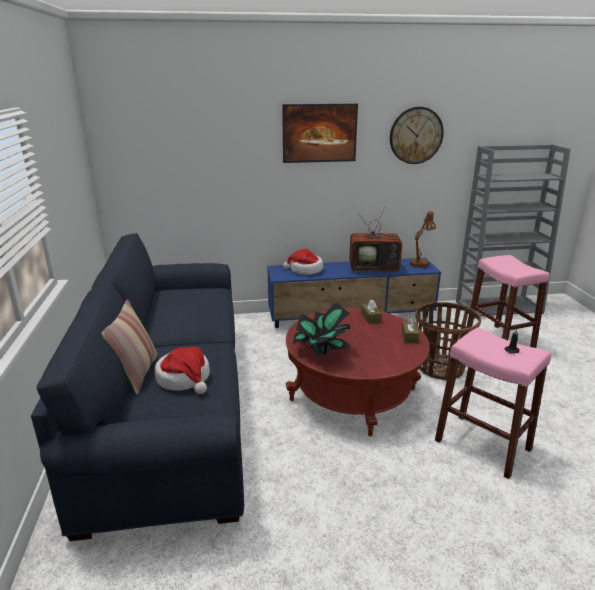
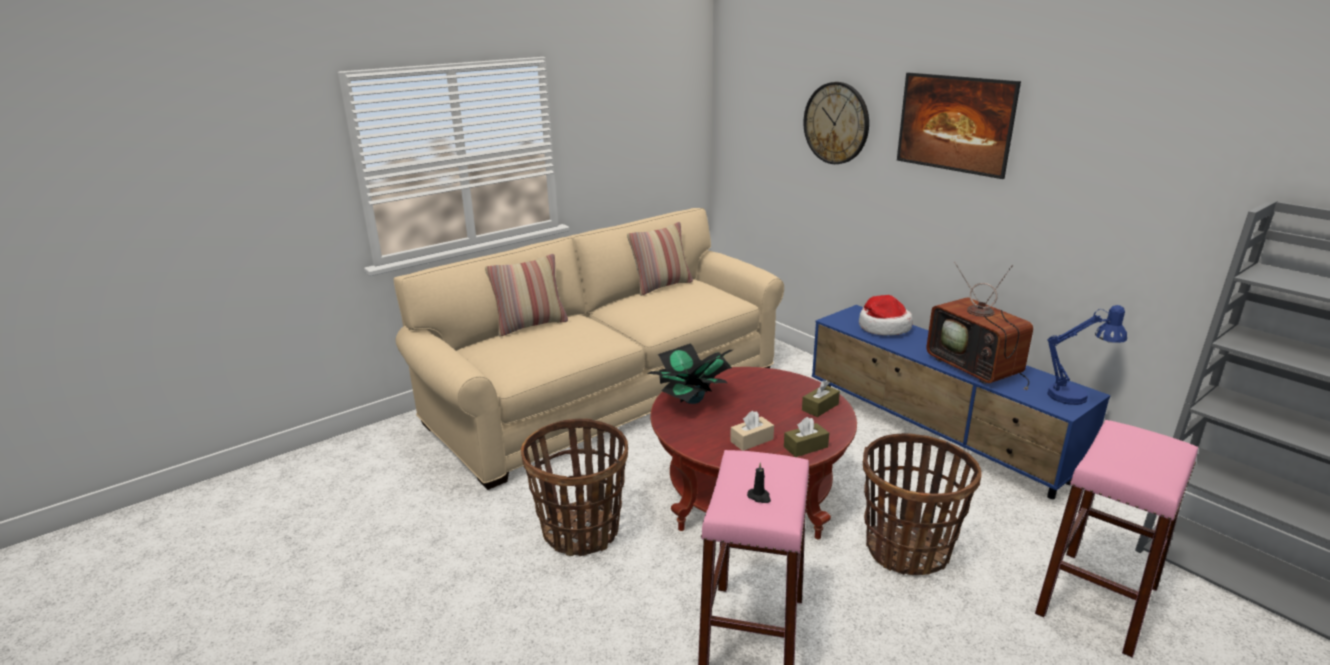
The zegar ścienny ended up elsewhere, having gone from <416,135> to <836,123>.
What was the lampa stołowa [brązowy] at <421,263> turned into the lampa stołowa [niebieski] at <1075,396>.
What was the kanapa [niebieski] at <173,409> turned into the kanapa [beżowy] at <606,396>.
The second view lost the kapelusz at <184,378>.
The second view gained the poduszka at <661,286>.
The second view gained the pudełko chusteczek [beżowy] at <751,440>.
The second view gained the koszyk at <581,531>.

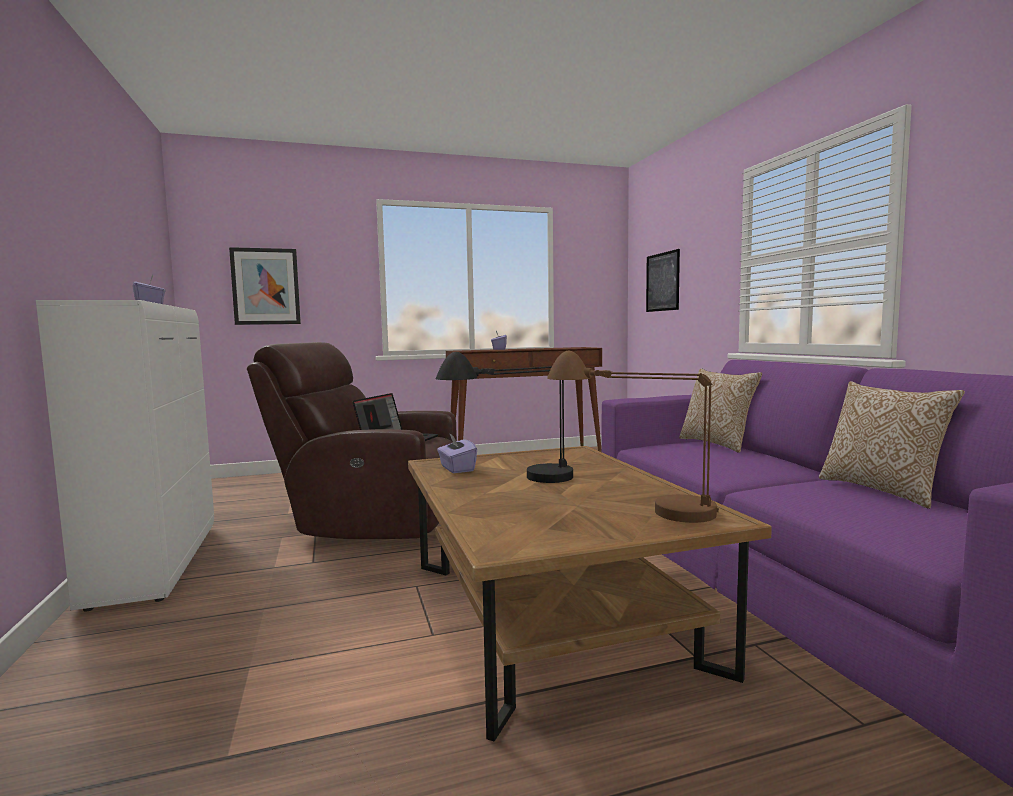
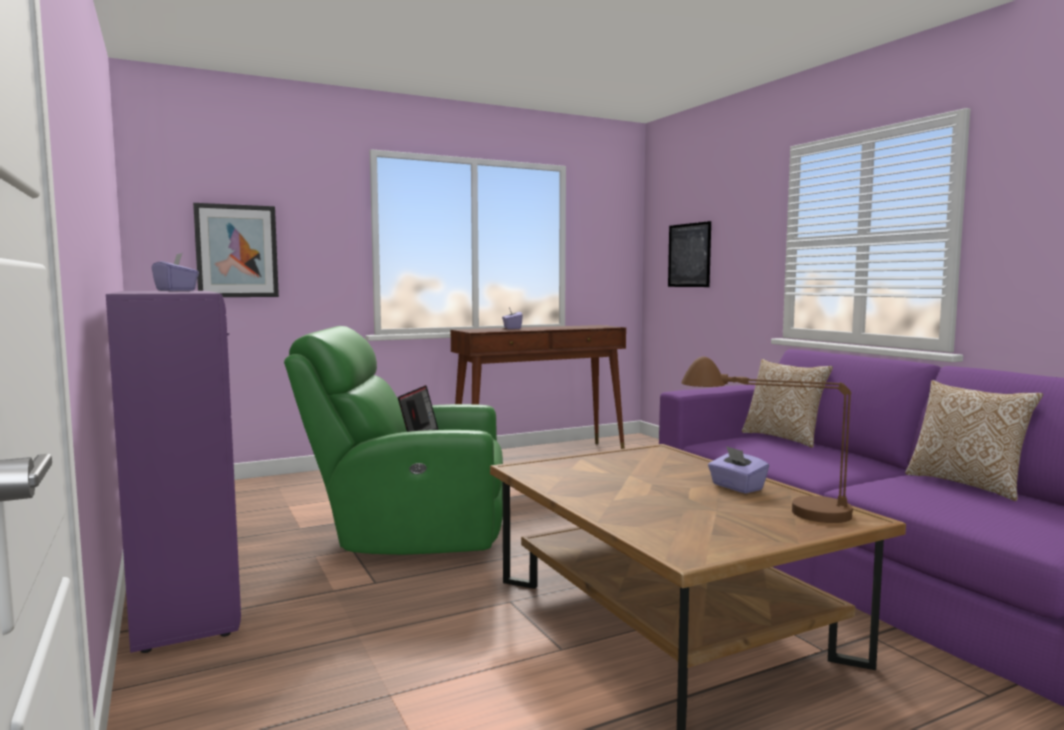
What was the szafka [biały] at <156,564> turned into the szafka [fioletowy] at <184,594>.
What was the fotel [brązowy] at <370,522> turned into the fotel [zielony] at <408,534>.
The second view lost the lampa stołowa [czarny] at <513,483>.
The pudełko chusteczek [fioletowy] ended up elsewhere, having gone from <456,469> to <736,487>.

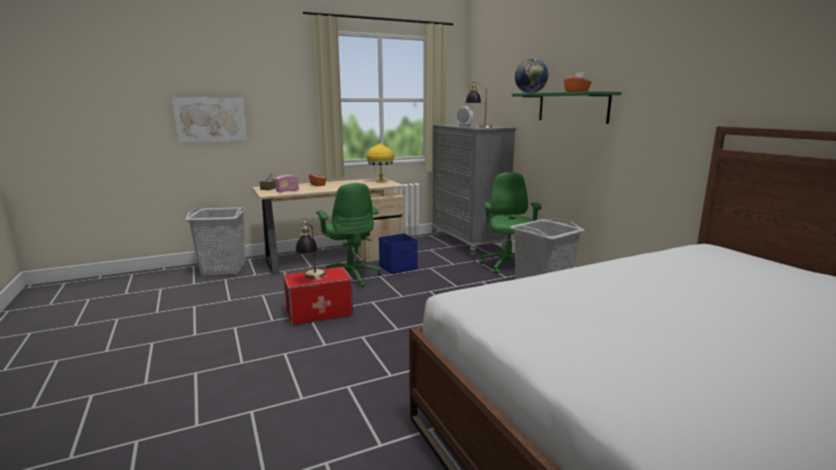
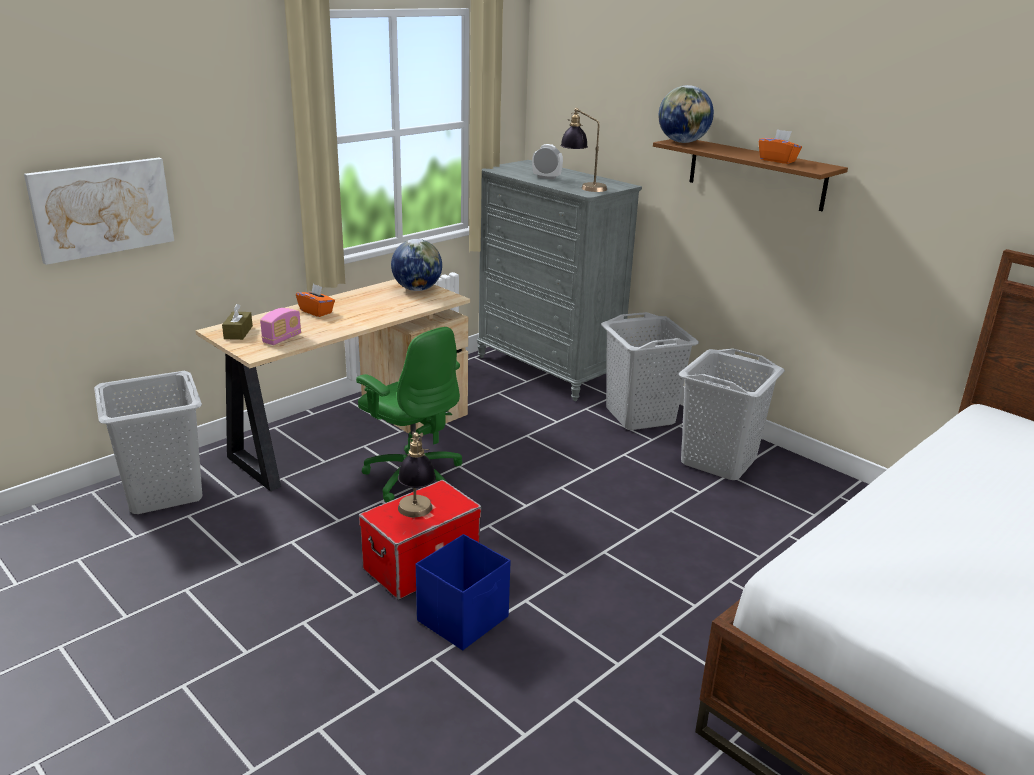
What was the półka [zielony] at <572,107> turned into the półka [brązowy] at <756,173>.
Where the lampa stołowa [żółty] stood at <380,181>, the globus came to stand at <417,289>.
Where the krzesło biurowe [zielony] stood at <507,266>, the kosz na pranie [szary] came to stand at <640,415>.
The pojemnik do przechowywania [niebieski] ended up elsewhere, having gone from <398,267> to <464,618>.

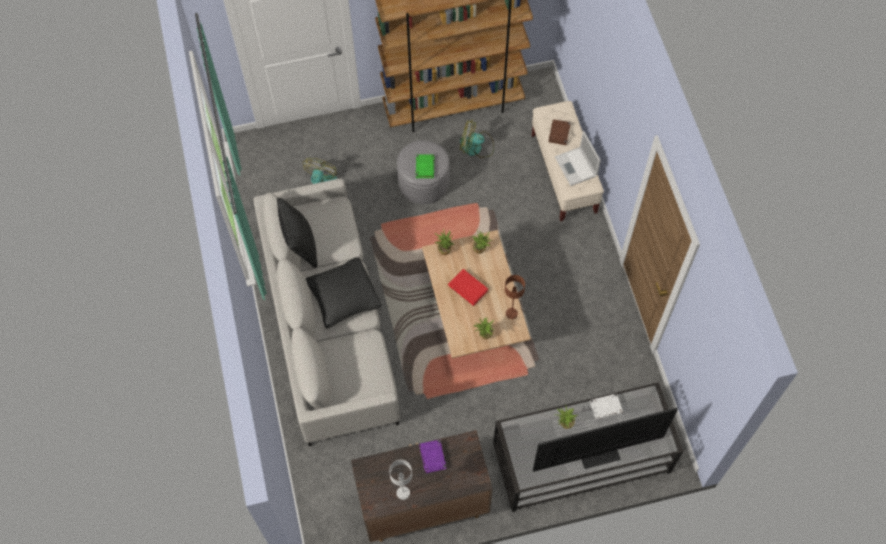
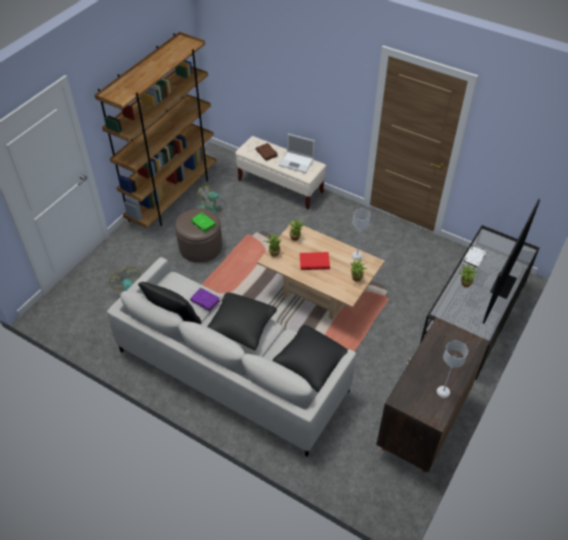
What was the pufa [szary] at <423,182> turned into the pufa [brązowy] at <200,246>.
What was the lampa stołowa [brązowy] at <511,313> turned into the lampa stołowa [szary] at <356,256>.
The książka [fioletowy] ended up elsewhere, having gone from <433,457> to <205,301>.
The second view gained the poduszka [czarny] at <311,363>.

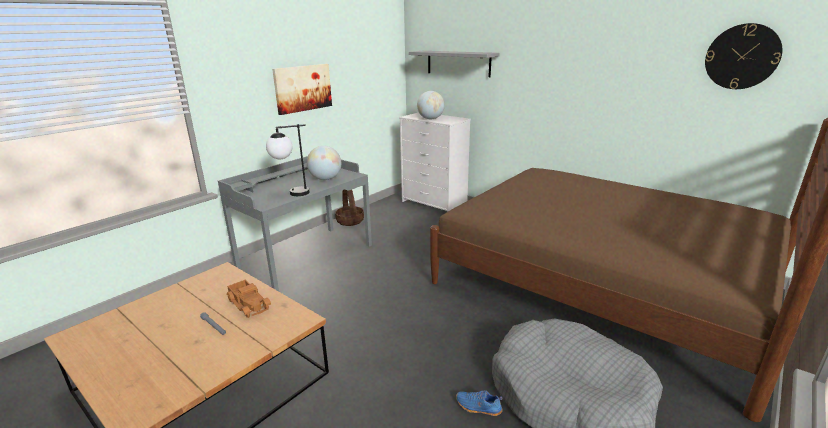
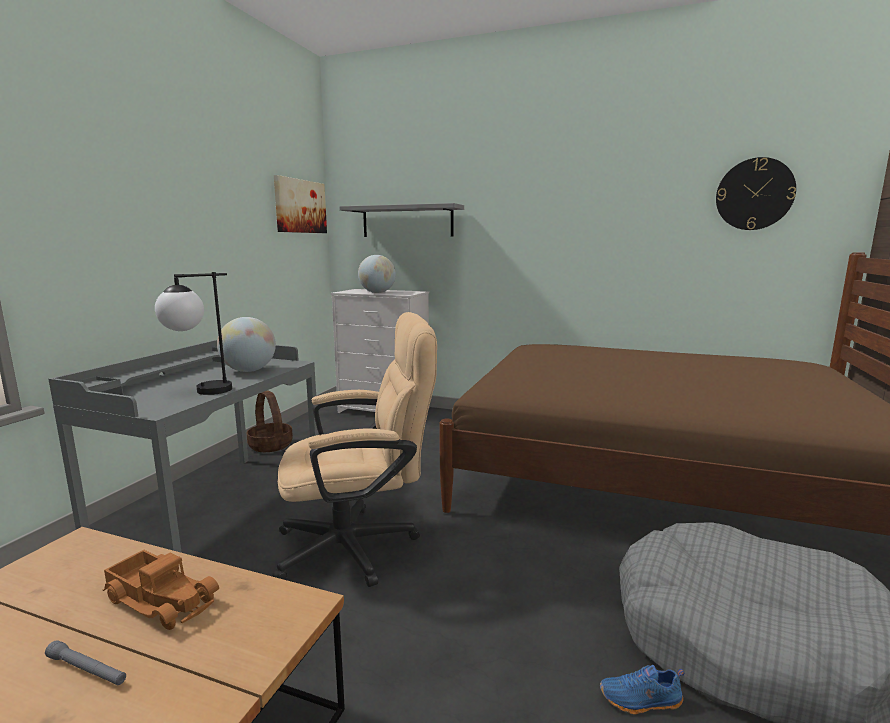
The obraz ended up elsewhere, having gone from <302,88> to <300,206>.
The second view gained the krzesło biurowe [beżowy] at <360,545>.

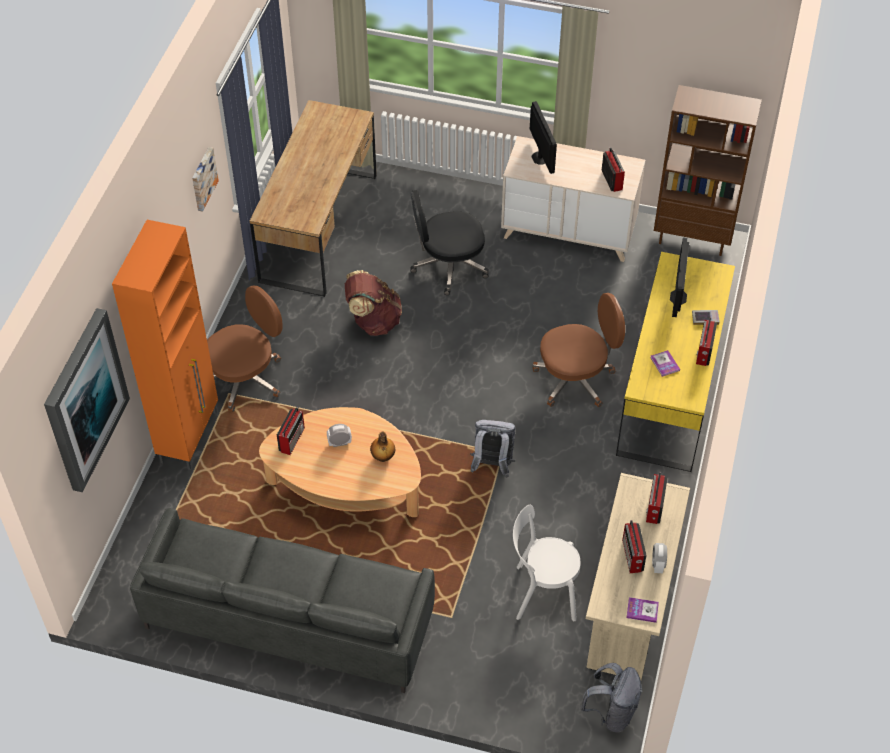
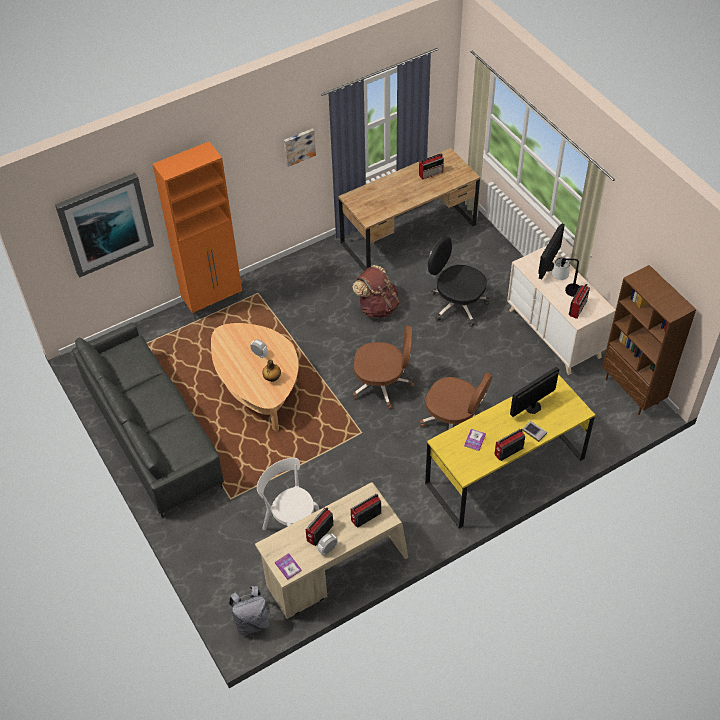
The krzesło biurowe [brązowy] ended up elsewhere, having gone from <246,378> to <382,385>.
The radio ended up elsewhere, having gone from <292,439> to <431,173>.
The second view lost the plecak [szary] at <492,465>.
The second view gained the lampa stołowa at <565,291>.

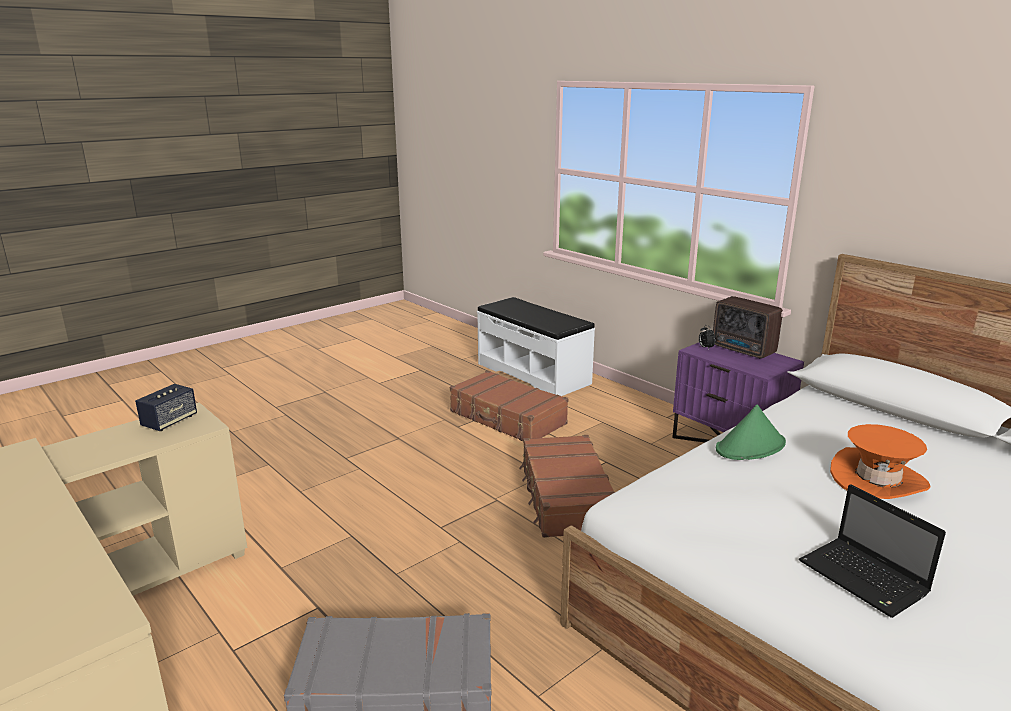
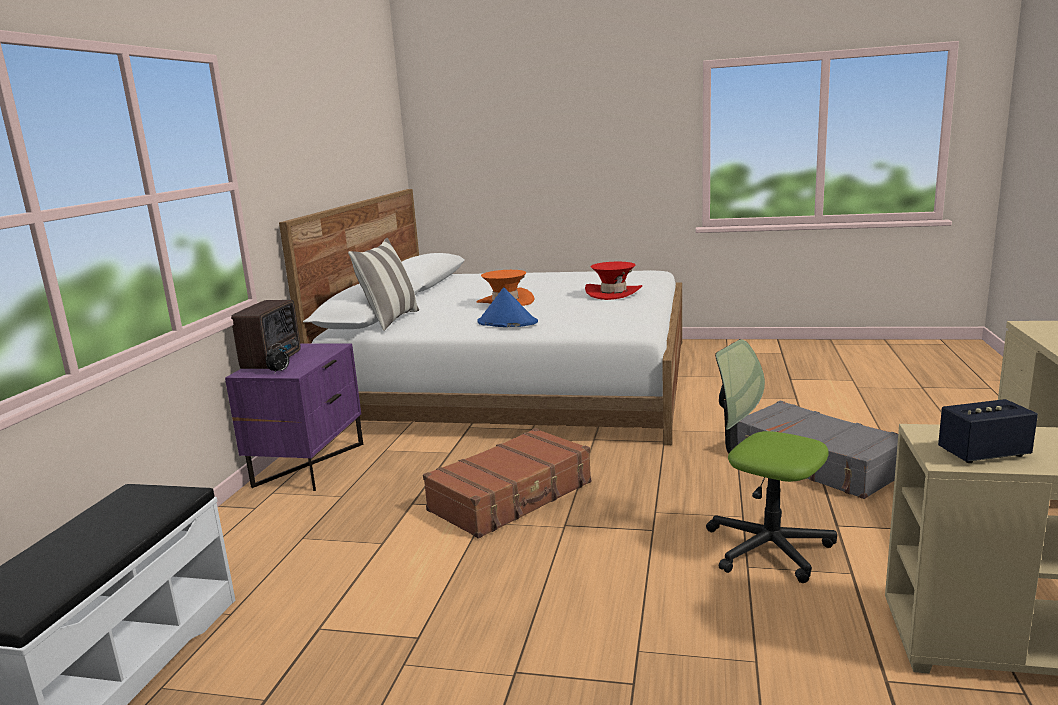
The second view lost the walizka [brązowy] at <507,418>.
What was the kapelusz [zielony] at <750,446> turned into the kapelusz [niebieski] at <507,322>.
Where the laptop stood at <865,579>, the kapelusz [czerwony] came to stand at <613,293>.
The second view gained the poduszka at <390,320>.
The second view gained the krzesło biurowe at <767,547>.

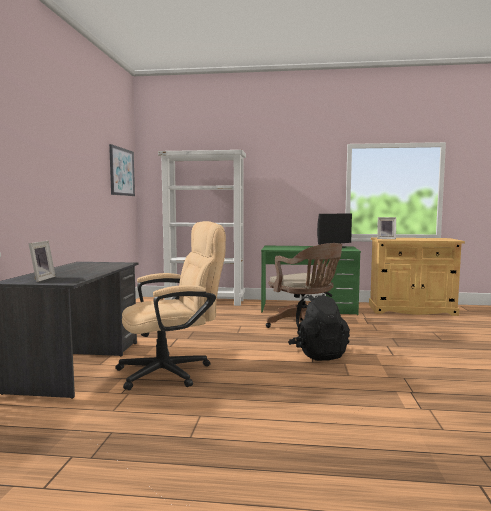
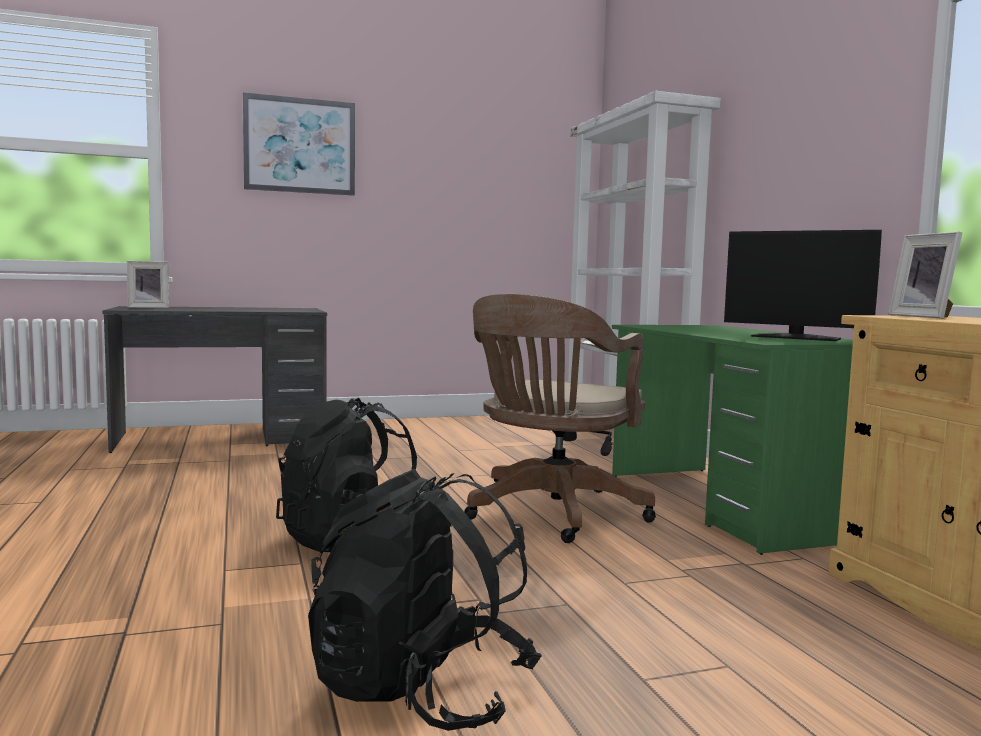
The obraz ended up elsewhere, having gone from <121,172> to <300,145>.
The second view lost the krzesło biurowe [beżowy] at <173,371>.
The second view gained the plecak [czarny] at <420,690>.

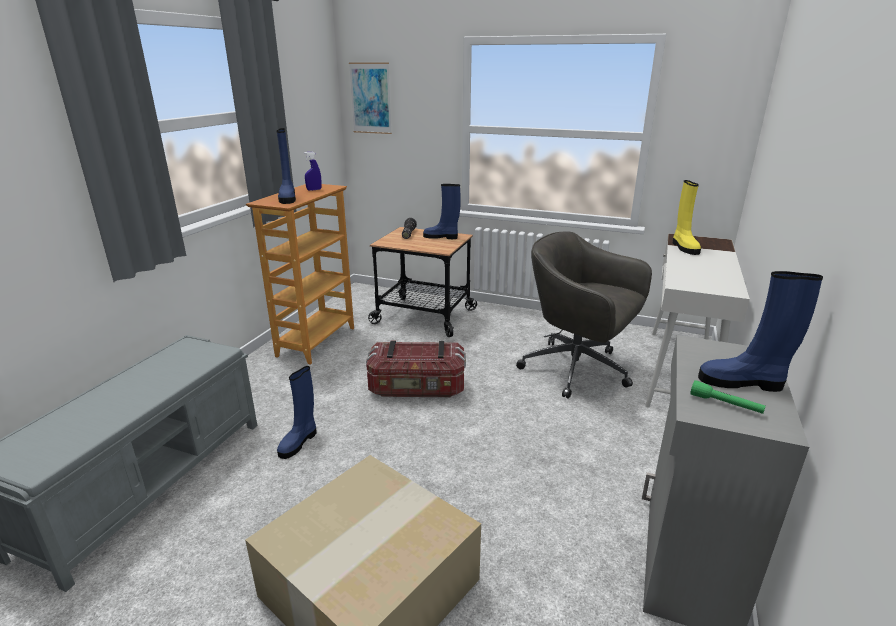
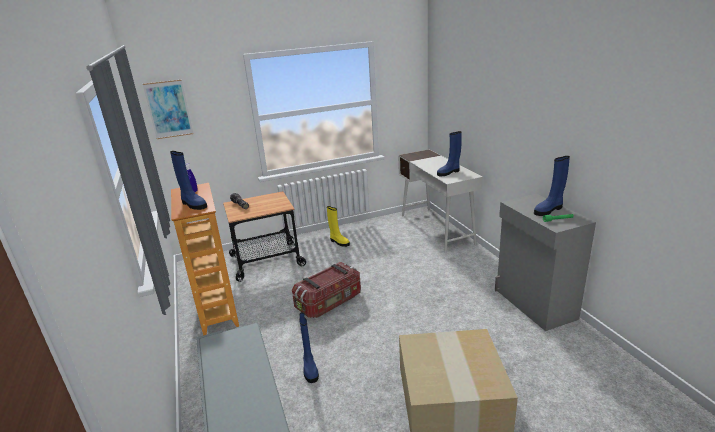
The but z cholewką [żółty] ended up elsewhere, having gone from <684,247> to <339,242>.
The but z cholewką [niebieski] ended up elsewhere, having gone from <441,237> to <449,172>.
The second view lost the krzesło biurowe [szary] at <578,370>.

